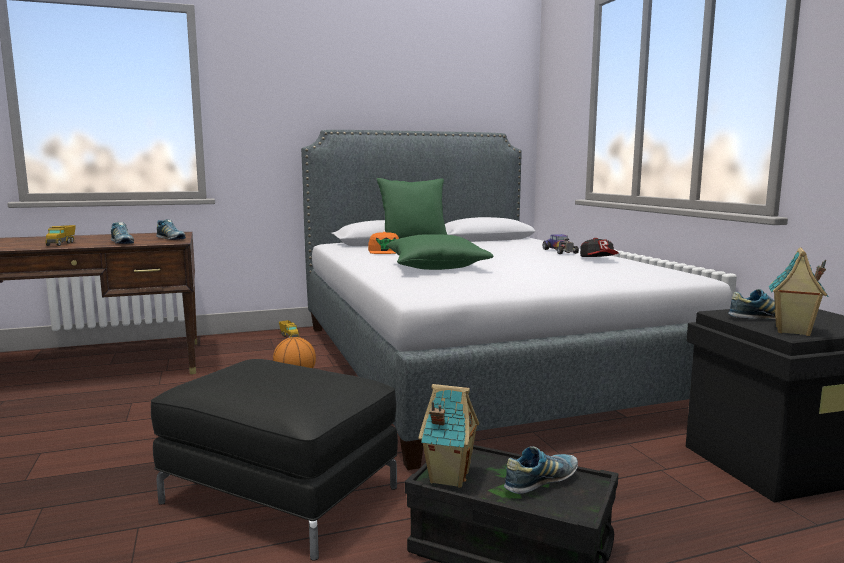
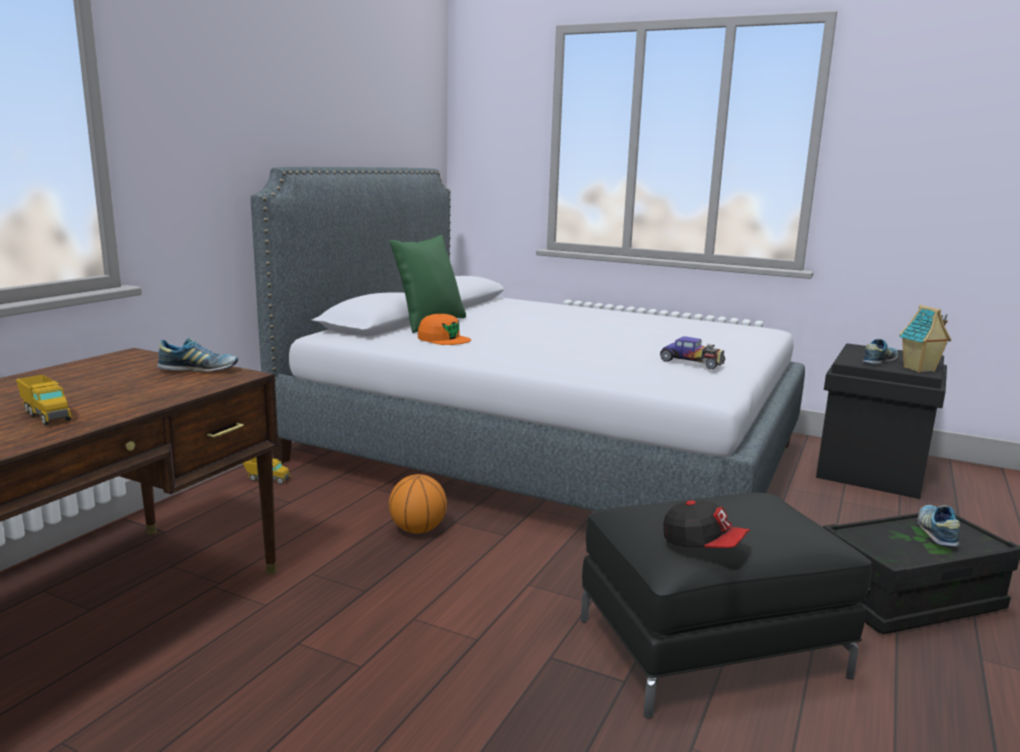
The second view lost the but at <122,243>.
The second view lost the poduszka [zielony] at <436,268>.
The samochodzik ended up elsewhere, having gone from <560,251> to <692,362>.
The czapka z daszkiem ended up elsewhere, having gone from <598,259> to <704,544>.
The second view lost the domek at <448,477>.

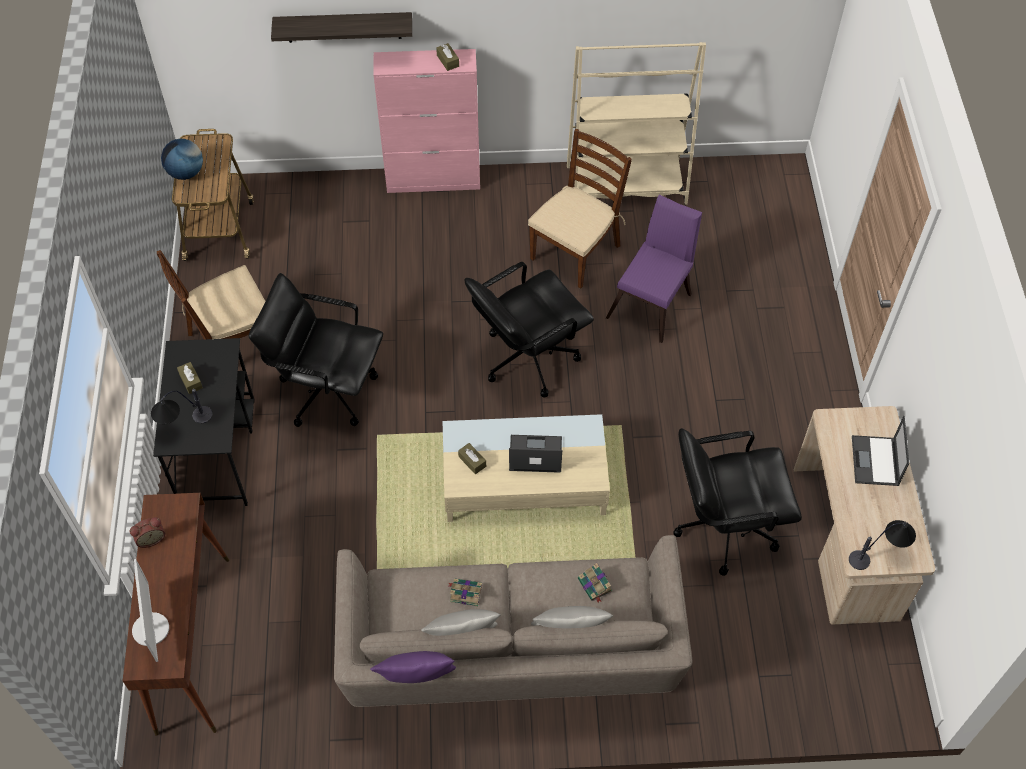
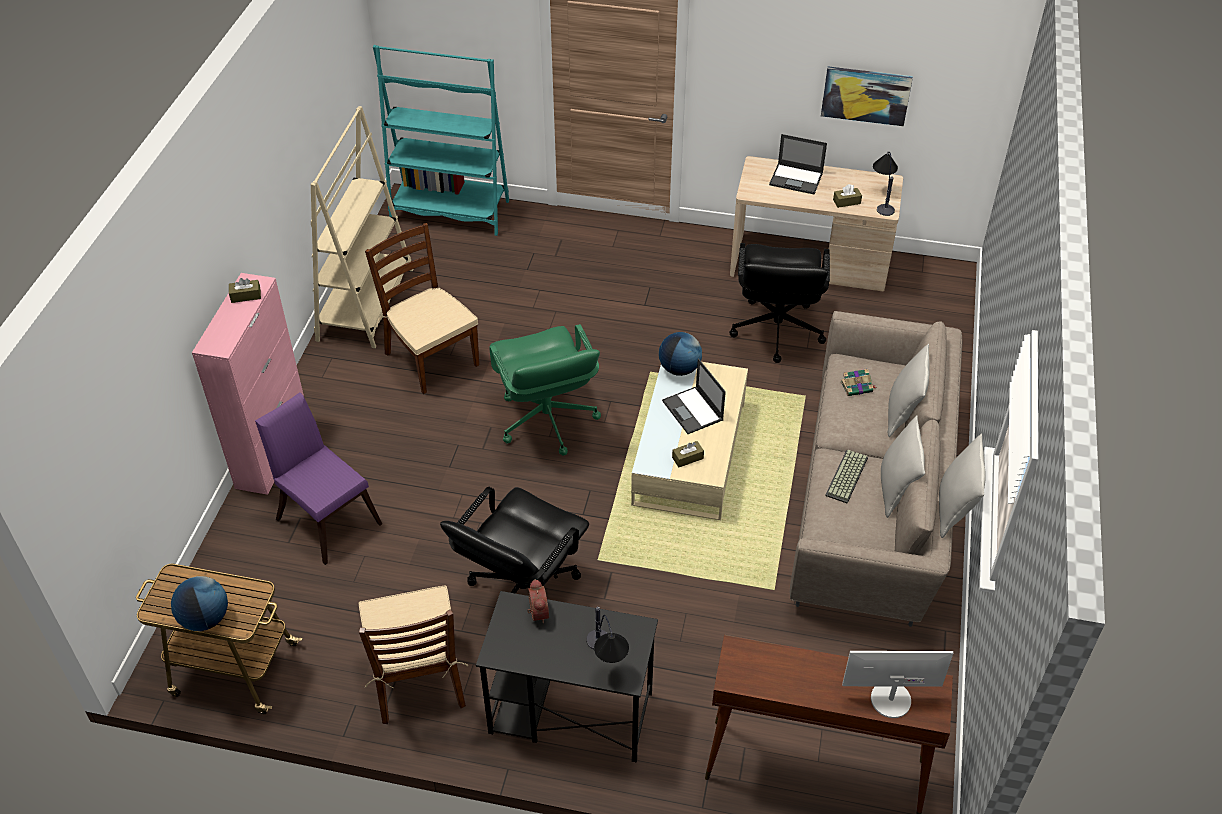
The second view lost the półka at <343,27>.
The krzesło [fioletowy] ended up elsewhere, having gone from <653,302> to <326,517>.
What was the krzesło biurowe [czarny] at <528,357> turned into the krzesło biurowe [zielony] at <546,421>.
The pudełko chusteczek [brązowy] ended up elsewhere, having gone from <191,381> to <846,202>.
The laptop at <534,454> ended up facing another way, 45 degrees counterclockwise from before.
The budzik ended up elsewhere, having gone from <151,538> to <536,613>.
Where the książka stood at <465,593>, the klawiatura came to stand at <847,477>.
What was the poduszka [fioletowy] at <416,680> turned into the poduszka [szary] at <954,509>.
The second view gained the regał [turkusowy] at <450,211>.
The second view gained the obraz at <866,95>.
The second view gained the globus at <679,369>.

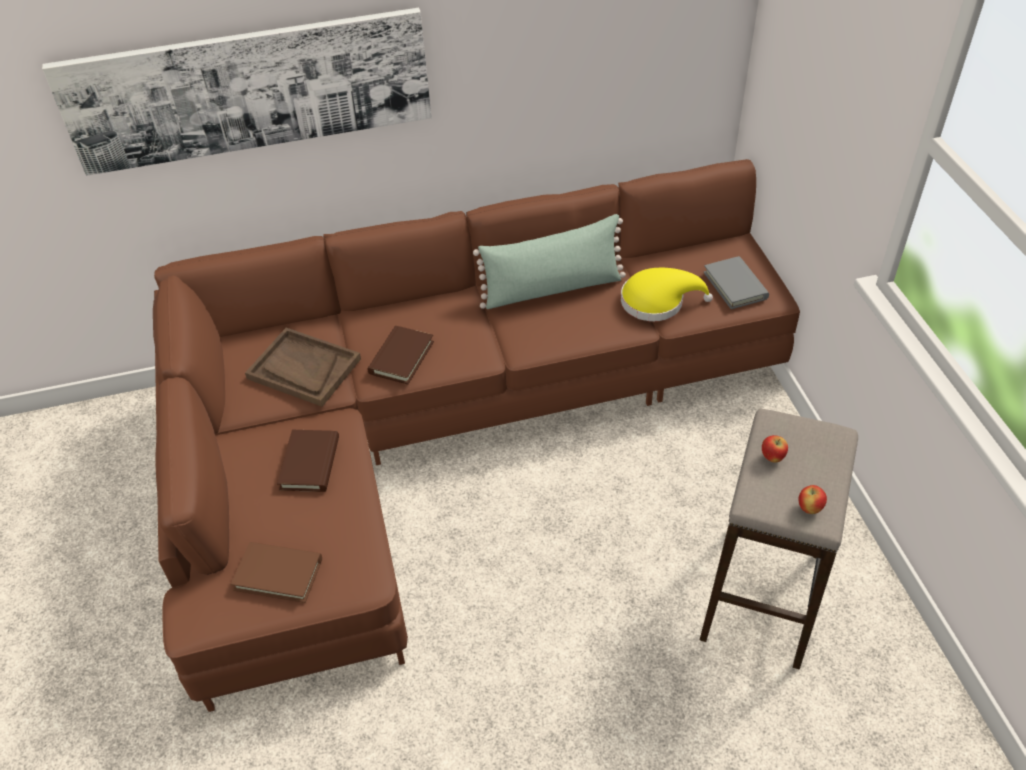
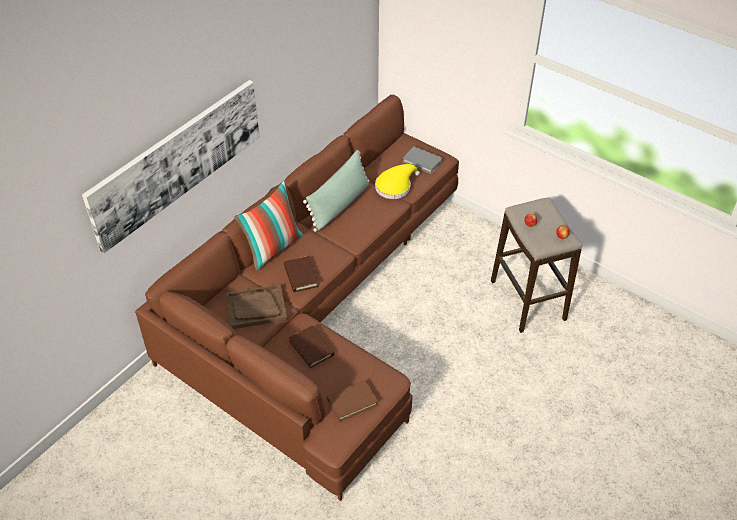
The second view gained the poduszka at <273,248>.

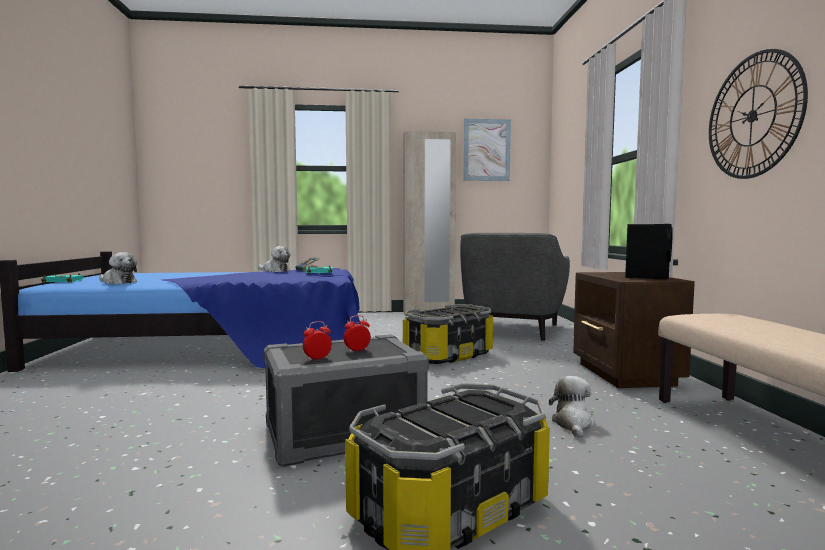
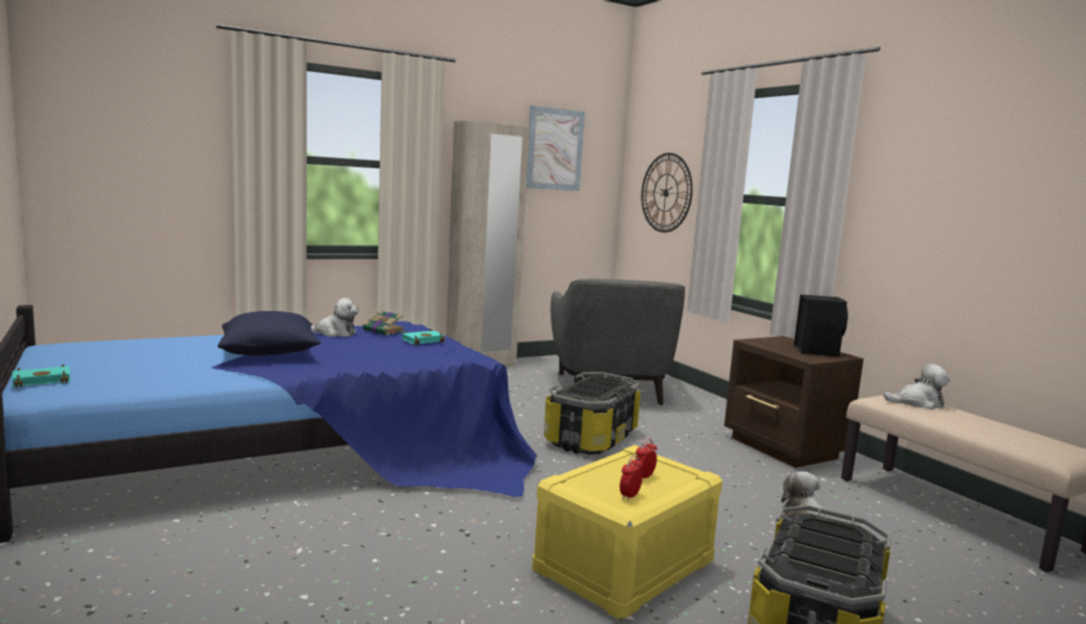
The zegar ścienny ended up elsewhere, having gone from <752,116> to <666,192>.
The pluszak ended up elsewhere, having gone from <118,282> to <917,403>.
What was the pojemnik do przechowywania [szary] at <344,433> turned into the pojemnik do przechowywania [żółty] at <624,567>.
The second view gained the poduszka [niebieski] at <269,353>.

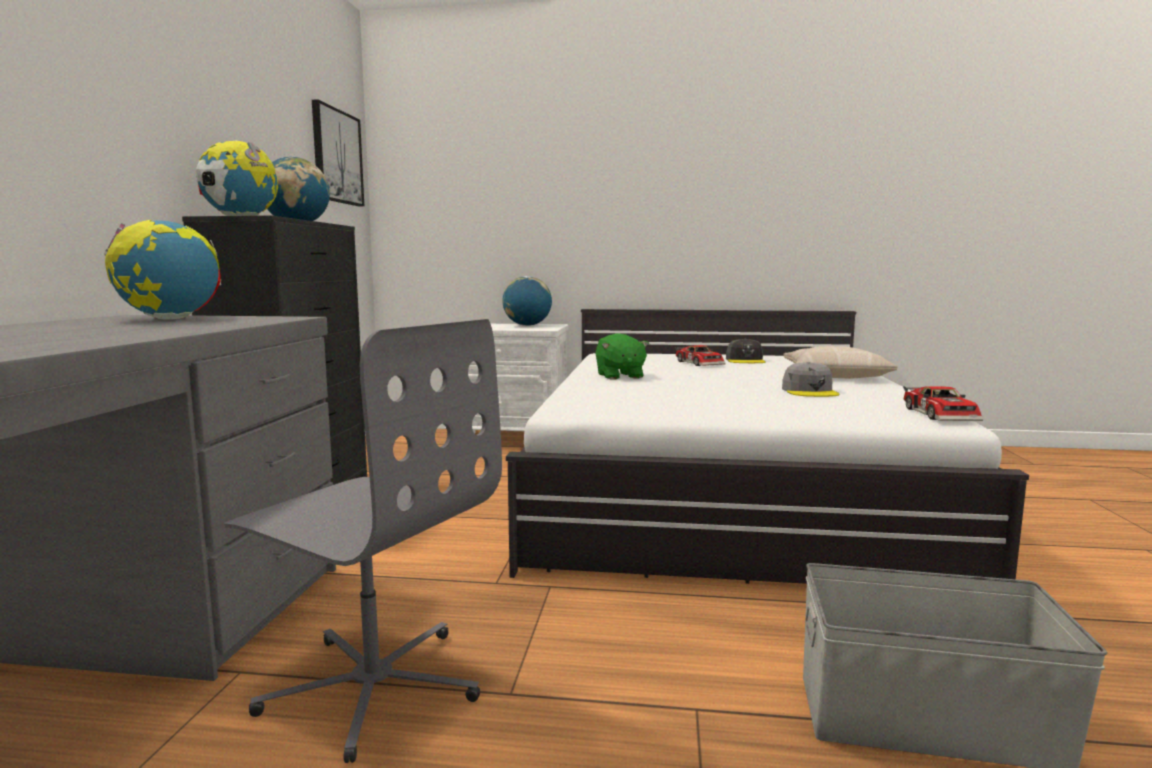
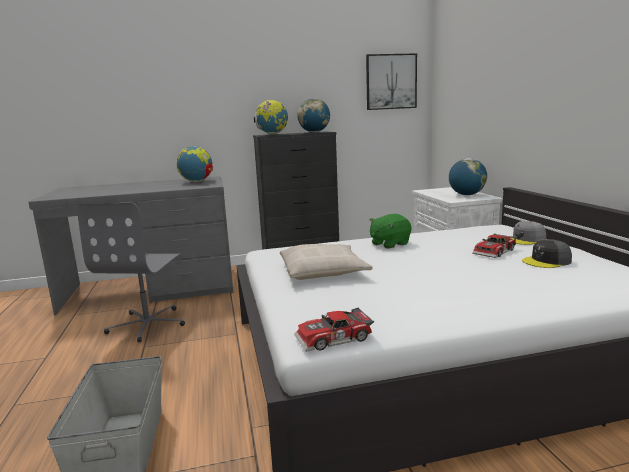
The poduszka [beżowy] ended up elsewhere, having gone from <835,375> to <323,271>.
The czapka z daszkiem [szary] ended up elsewhere, having gone from <810,391> to <525,239>.

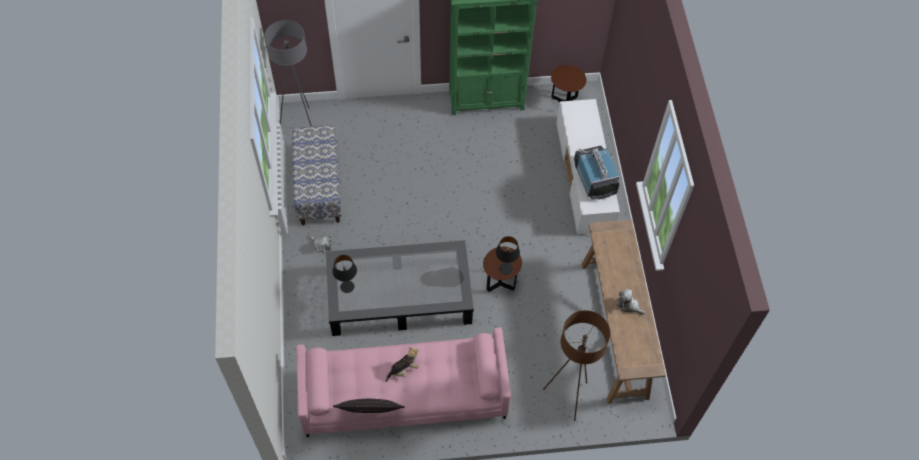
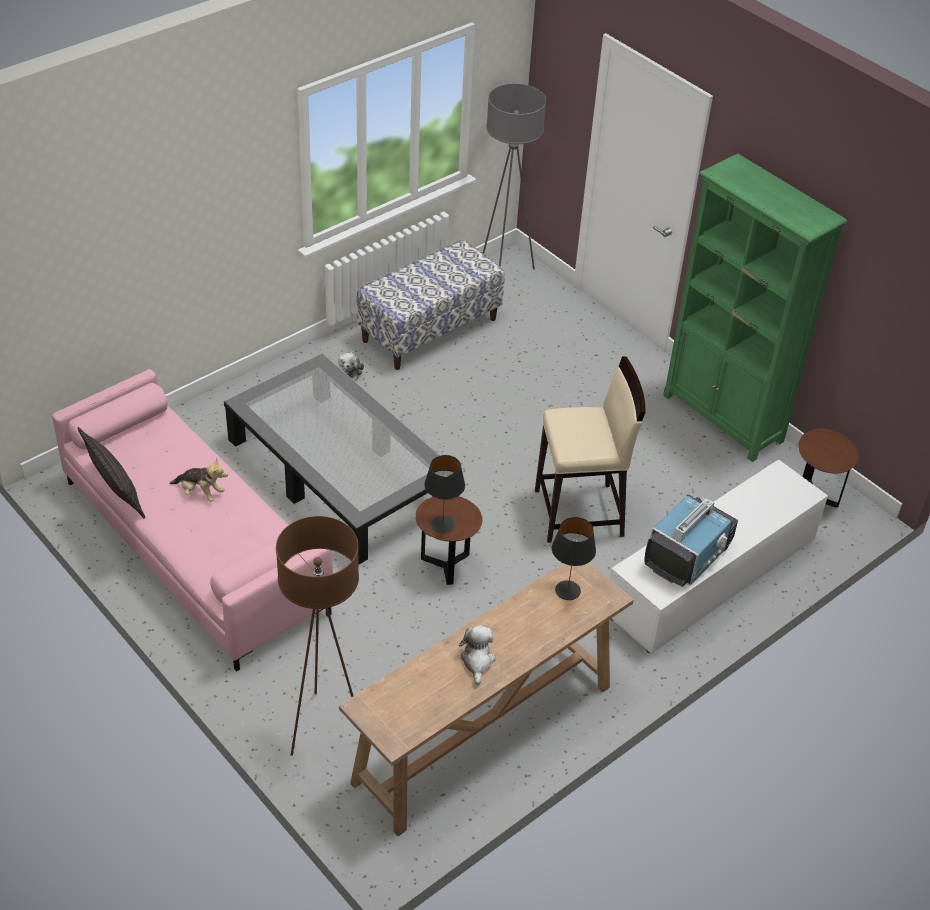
The lampa stołowa [czarny] ended up elsewhere, having gone from <347,286> to <567,590>.
The second view gained the stołek [beżowy] at <580,513>.

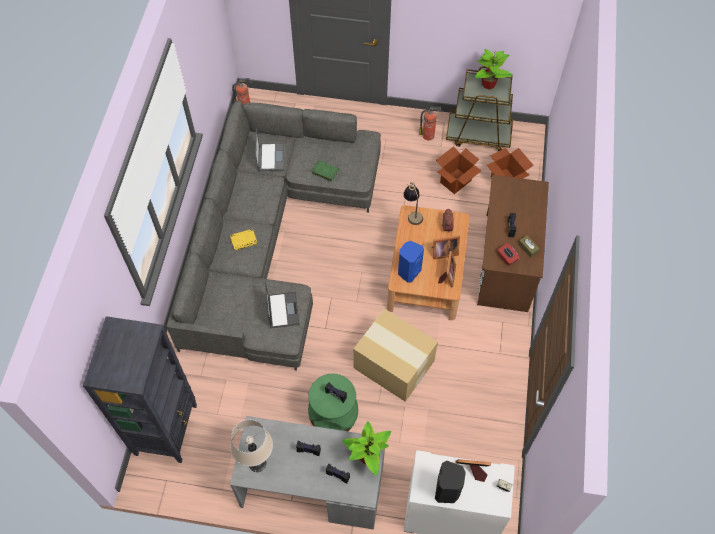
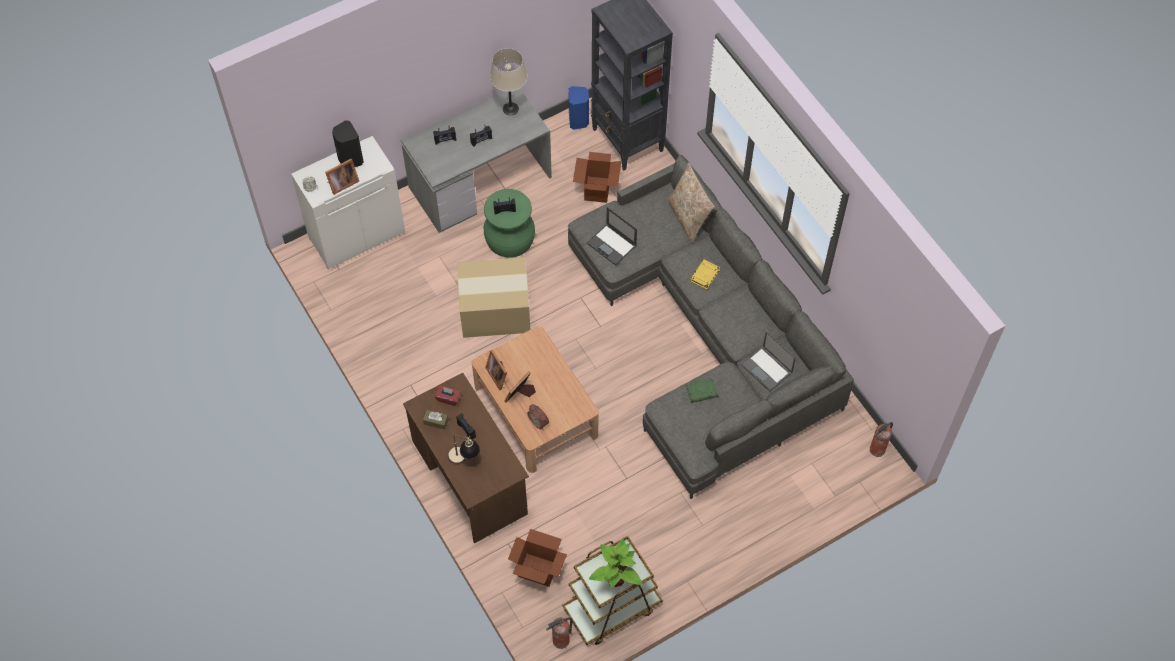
The gaśnica ended up elsewhere, having gone from <429,135> to <560,641>.
The karton ended up elsewhere, having gone from <455,181> to <597,189>.
The lampa stołowa ended up elsewhere, having gone from <412,213> to <464,459>.
The głośnik [niebieski] ended up elsewhere, having gone from <408,271> to <579,120>.
The second view lost the roślina doniczkowa at <367,457>.
The second view gained the poduszka [beżowy] at <688,218>.

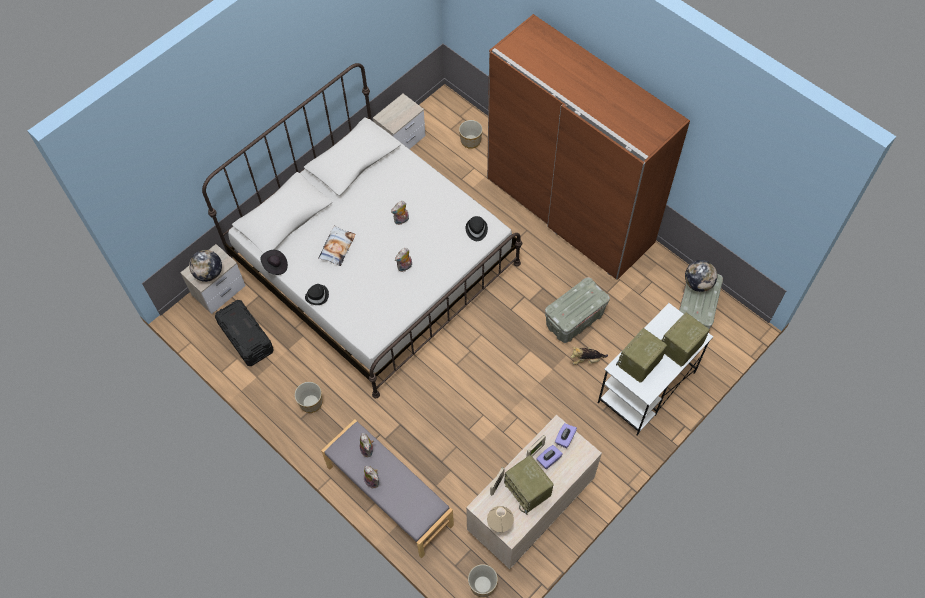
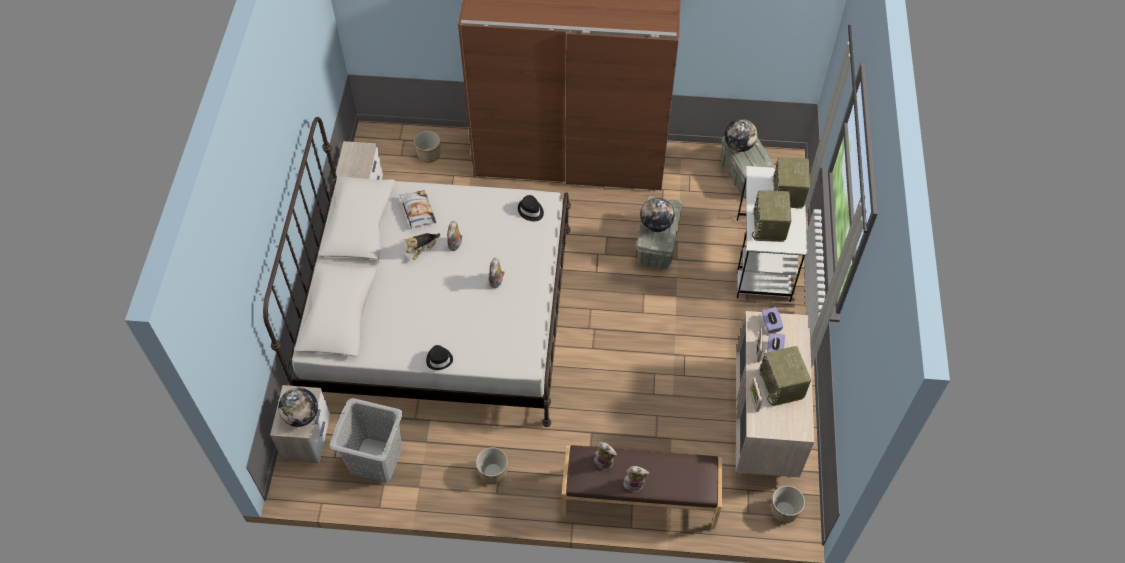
The poduszka ended up elsewhere, having gone from <337,247> to <417,211>.
The second view lost the kapelusz [czarny] at <275,266>.
Where the pojemnik do przechowywania [czarny] stood at <246,338>, the kosz na pranie [szary] came to stand at <376,460>.
The pluszak ended up elsewhere, having gone from <586,359> to <423,249>.
What was the ławka [szary] at <389,496> turned into the ławka [brązowy] at <639,499>.
The radio at <528,490> ended up facing another way, 60 degrees clockwise from before.
The second view lost the lampa stołowa [beżowy] at <500,527>.
The second view gained the globus at <656,225>.

